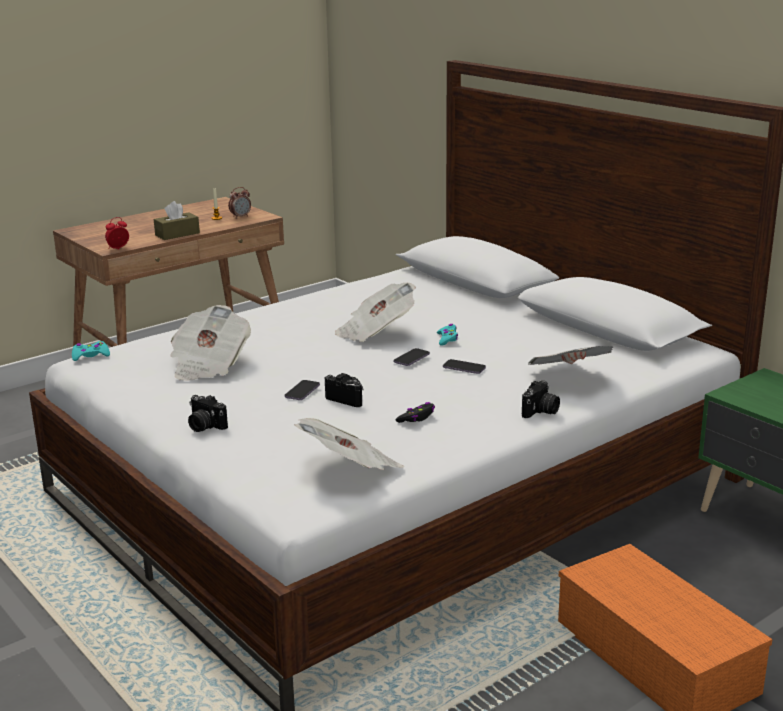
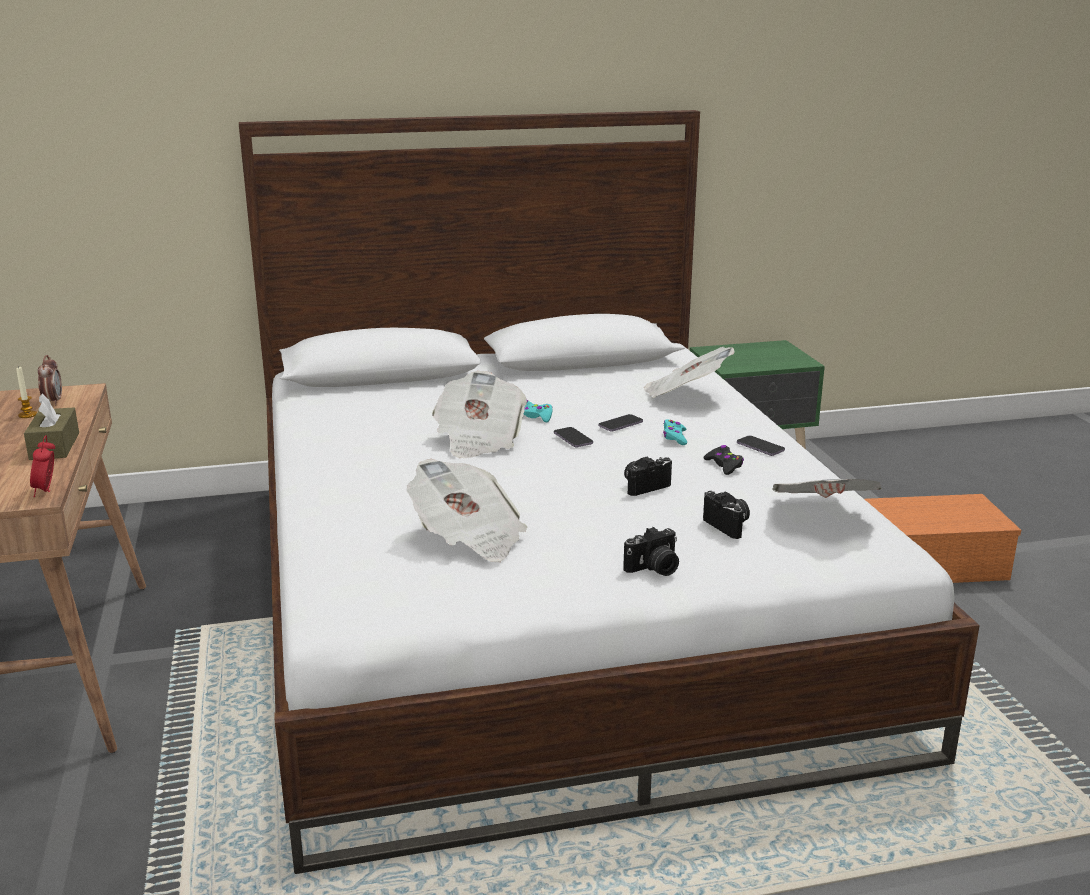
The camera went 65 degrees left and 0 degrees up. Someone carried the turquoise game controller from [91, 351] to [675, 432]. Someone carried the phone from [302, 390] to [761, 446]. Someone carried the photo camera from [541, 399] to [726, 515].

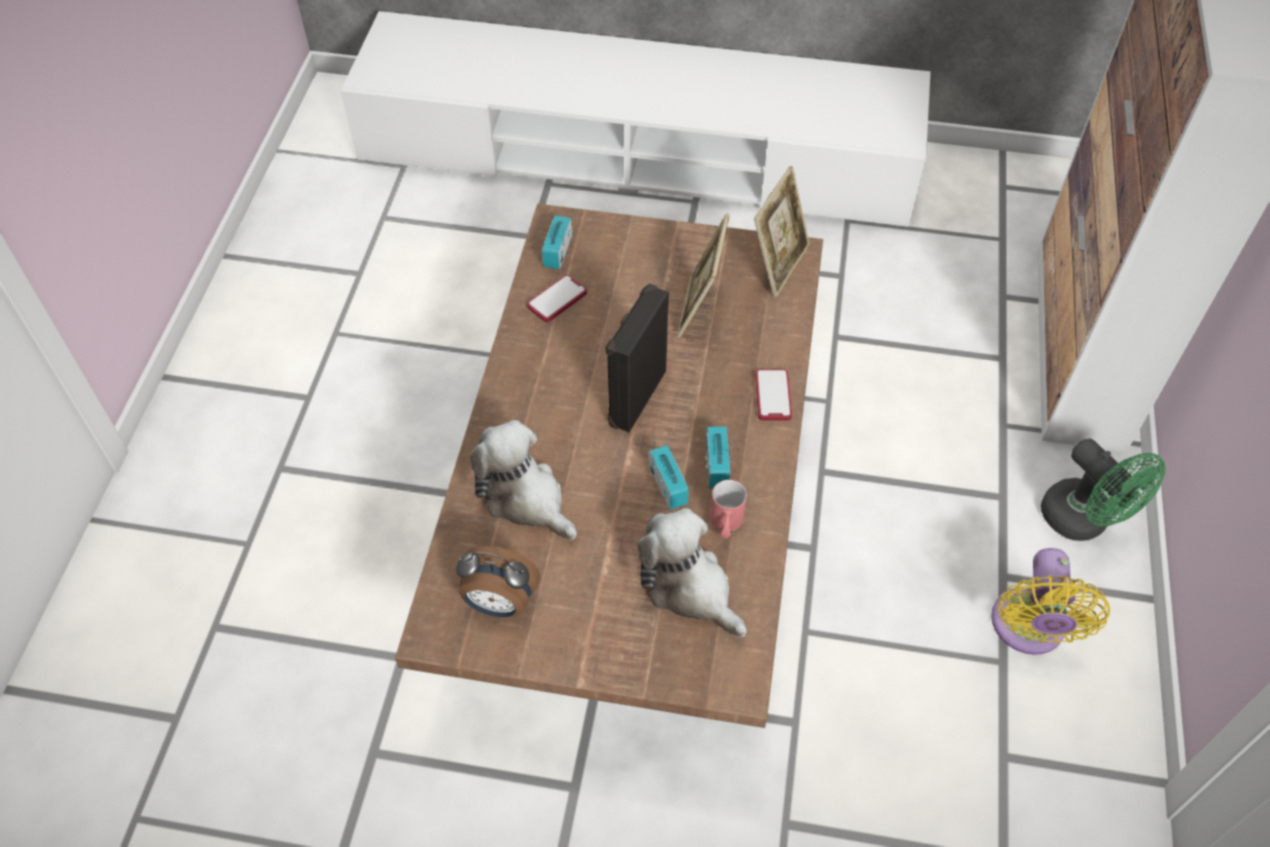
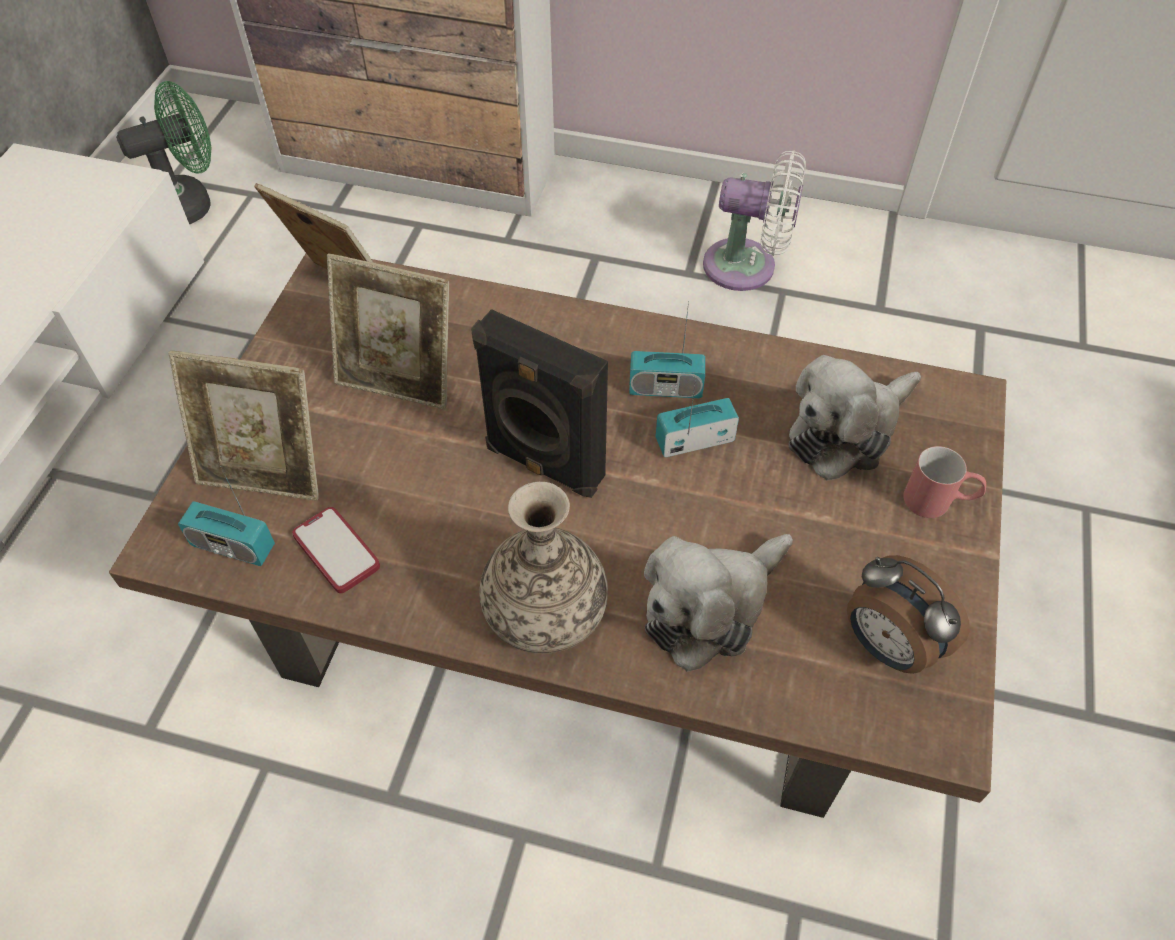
The camera went 85 degrees left and 0 degrees up. Someone rotated the alarm clock at [498, 581] by 120 degrees clockwise. Someone carried the red mug from [728, 509] to [944, 482]. Someone took away the phone at [773, 395]. Someone repainted the yellow fan at [1050, 601], which became the white fan at [754, 220]. Someone carried the green fan from [1103, 490] to [163, 152]. Someone put down the picture frame at [243, 426]. Someone put down the vase at [543, 568].

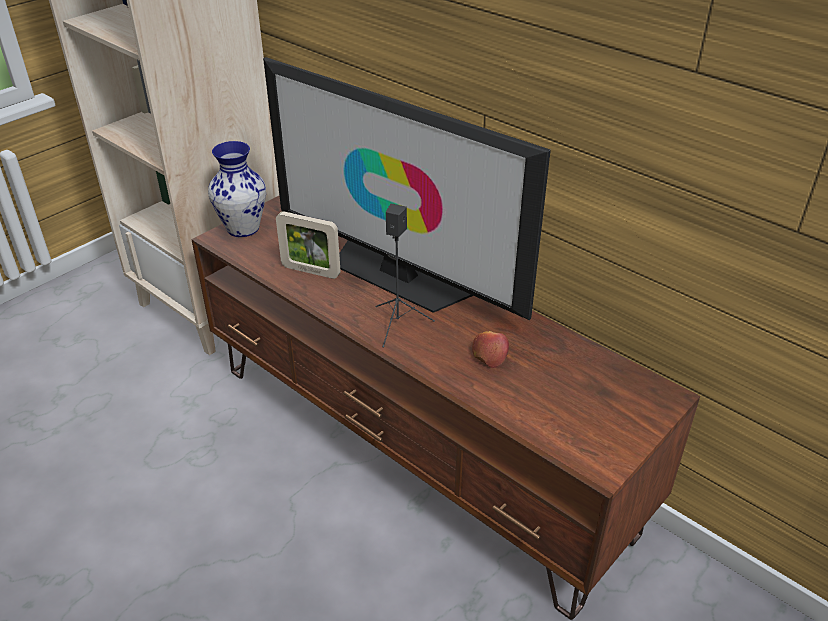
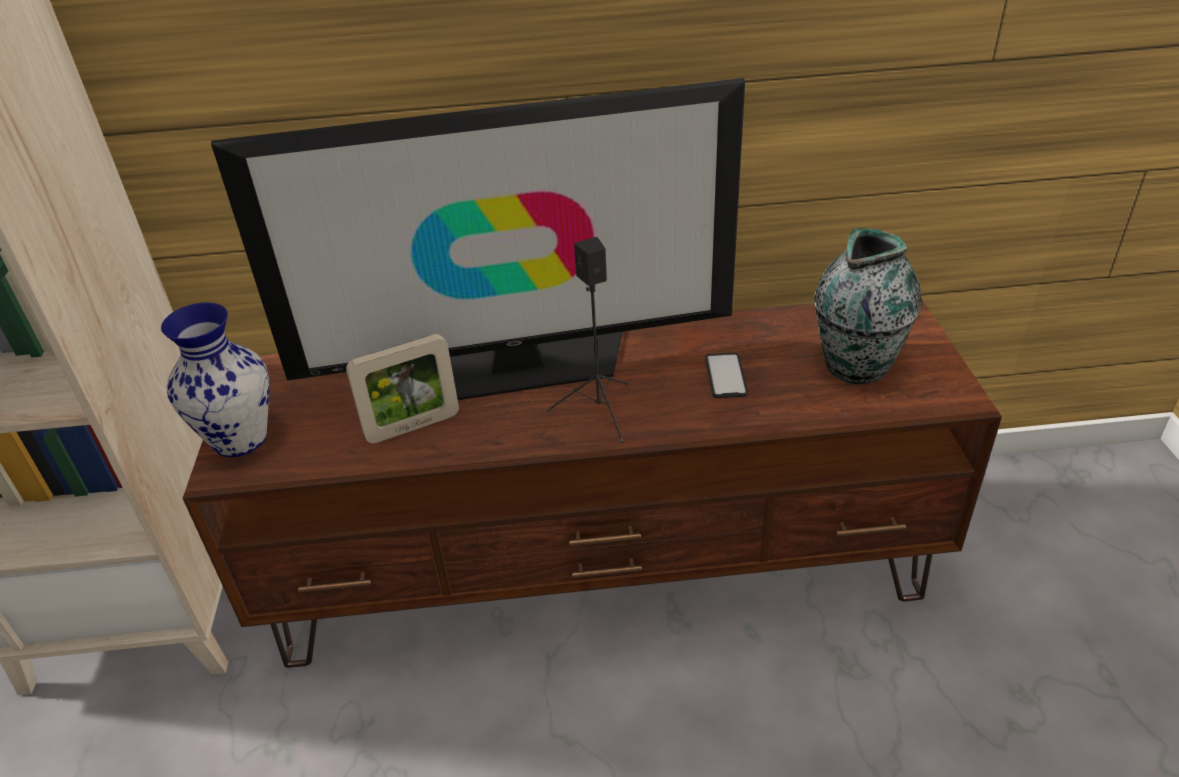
The camera went 45 degrees left and 0 degrees up. Someone swapped the apple at [490, 349] for the phone at [726, 375]. Someone put down the vase at [867, 306].

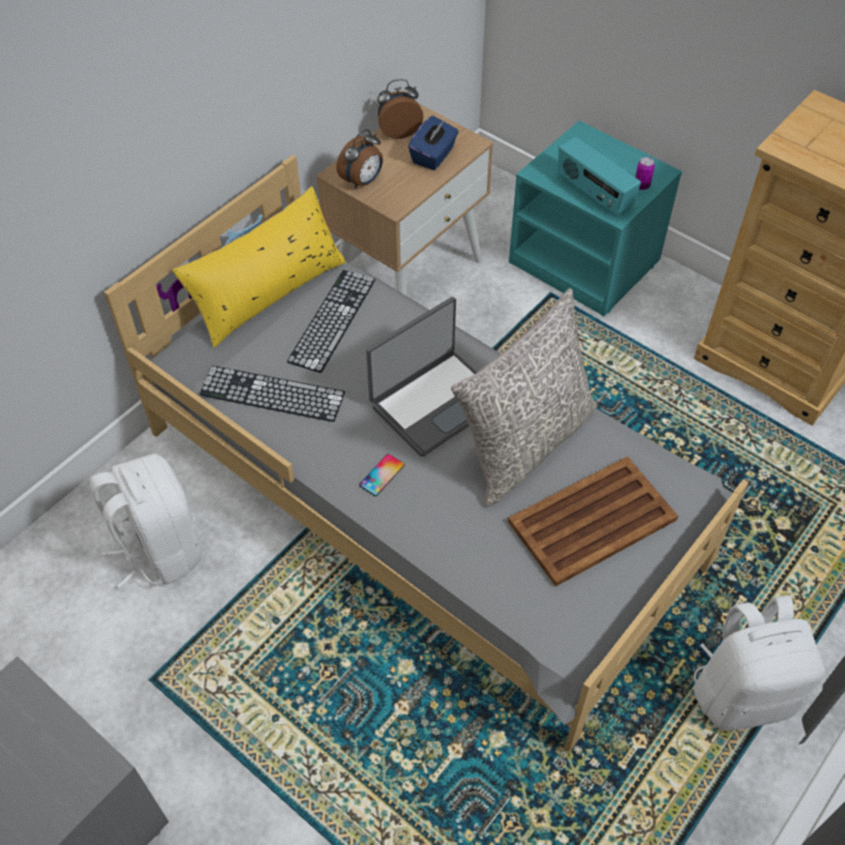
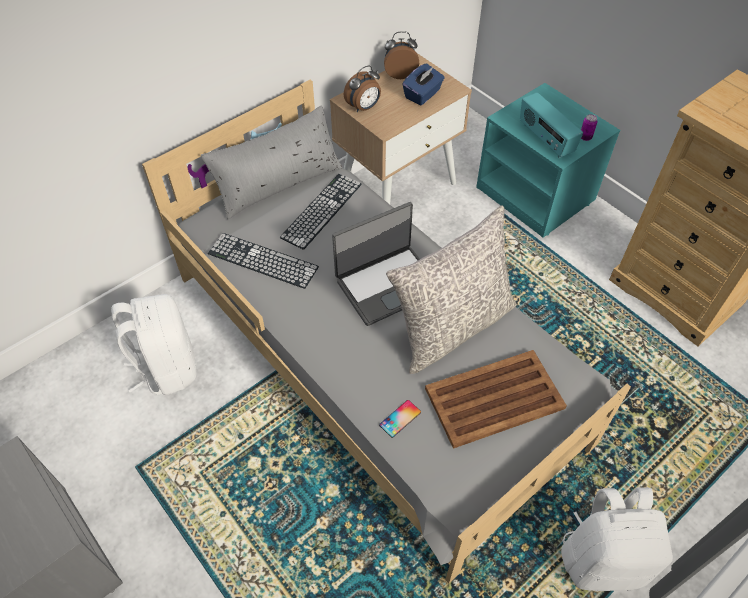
The camera went 10 degrees right and 0 degrees up. Someone repainted the yellow pillow at [259, 267], which became the grey pillow at [271, 162]. Someone carried the phone from [382, 475] to [400, 419].

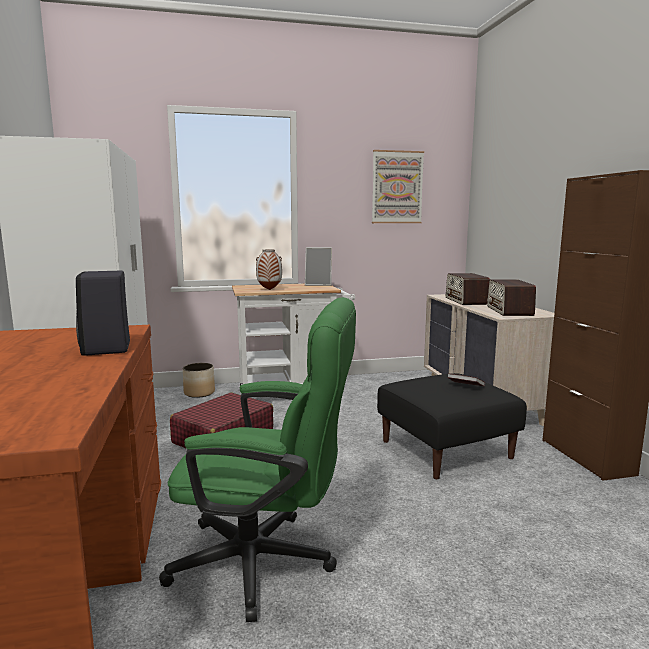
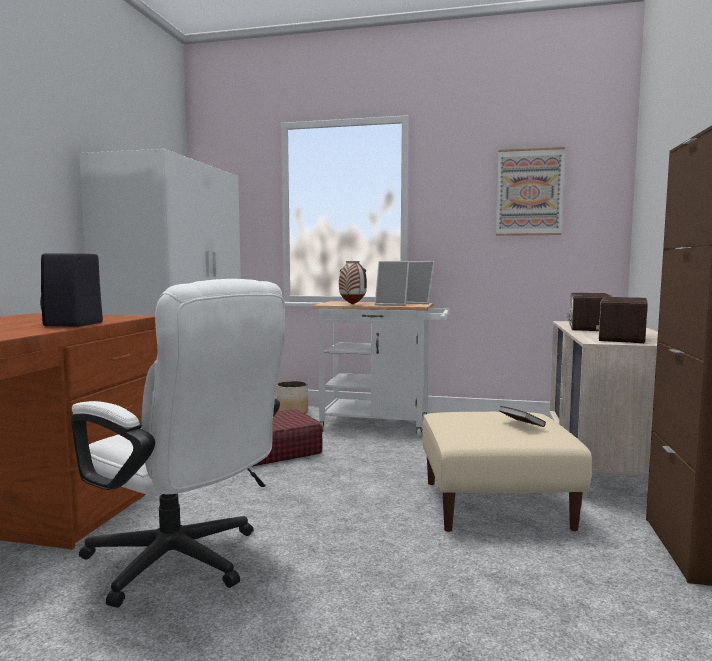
The camera went 25 degrees right and 5 degrees down. Someone repainted the green office chair at [257, 459], which became the white office chair at [178, 443]. Someone repainted the black ottoman at [452, 426], which became the beige ottoman at [507, 472]. Someone put down the picture frame at [392, 283].

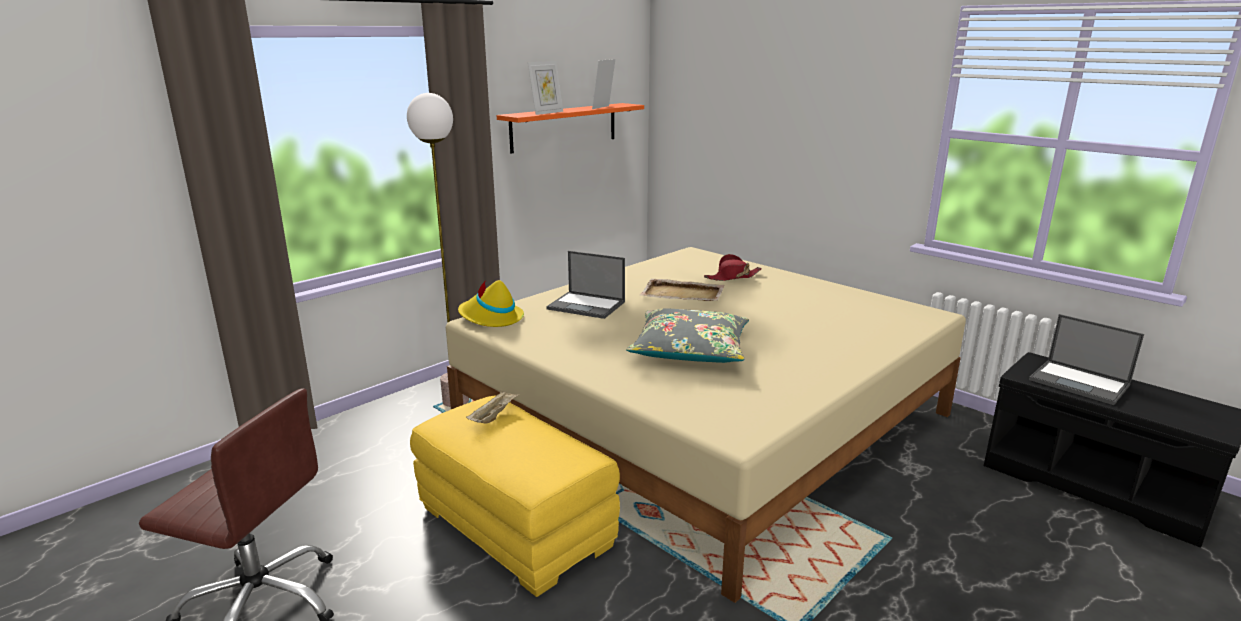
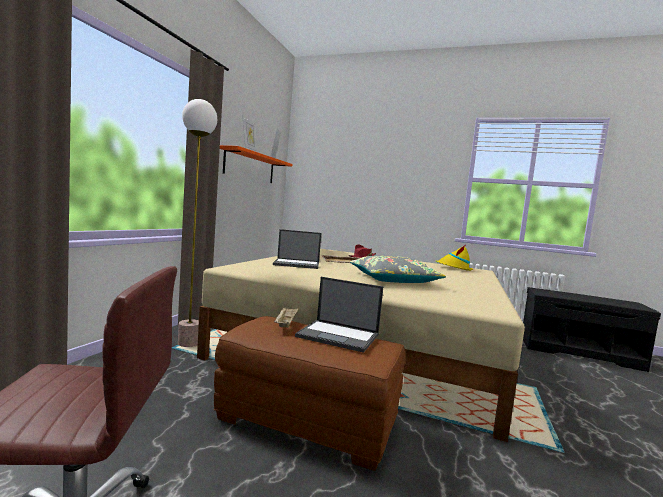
The camera went 25 degrees left and 15 degrees down. Someone repainted the yellow ottoman at [515, 496], which became the brown ottoman at [309, 393]. Someone carried the yellow hat from [491, 303] to [454, 258]. Someone carried the laptop from [1086, 359] to [339, 315].

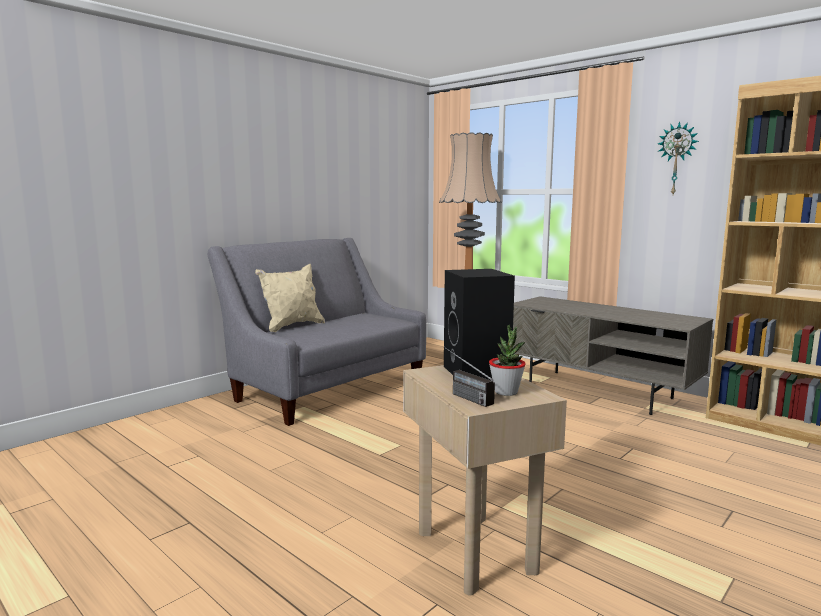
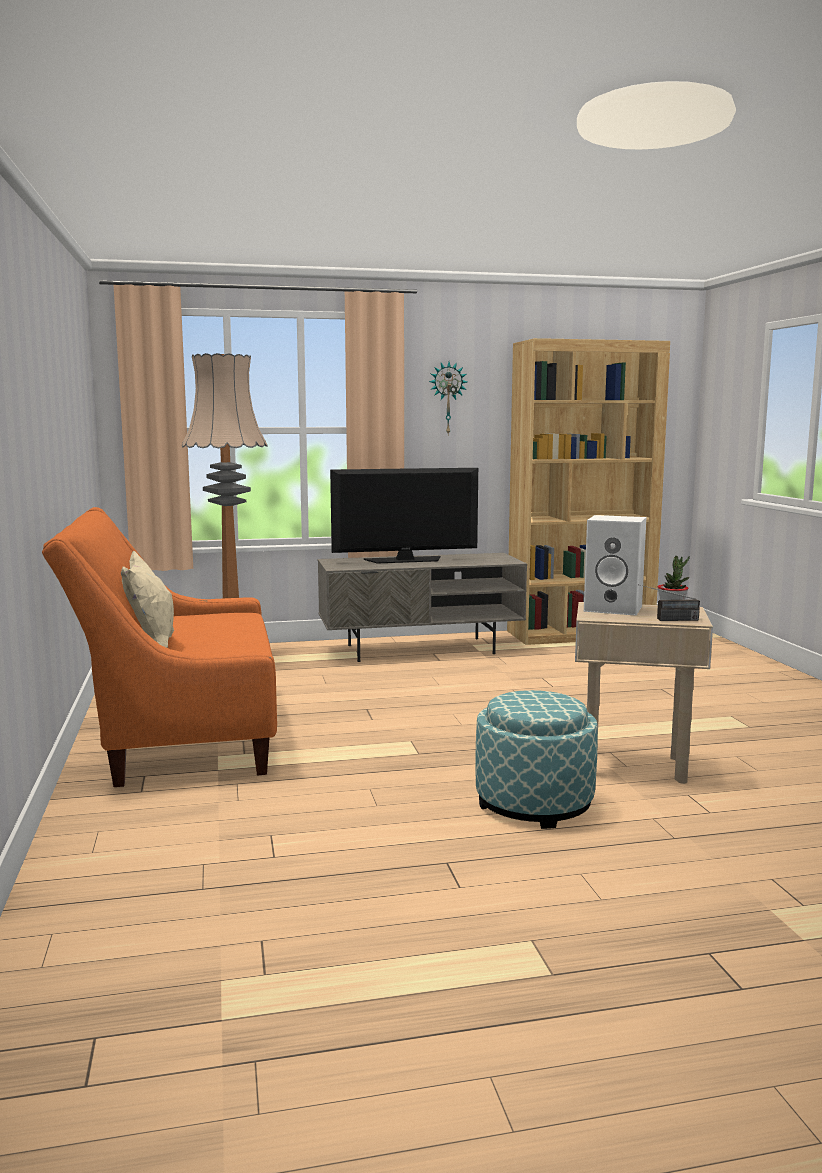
The camera went 55 degrees left and 0 degrees up. Someone repainted the grey sofa at [317, 332], which became the orange sofa at [159, 647]. Someone repainted the black speaker at [479, 324], which became the white speaker at [615, 565]. Someone put down the television at [404, 515]. Someone put down the ottoman at [537, 759].

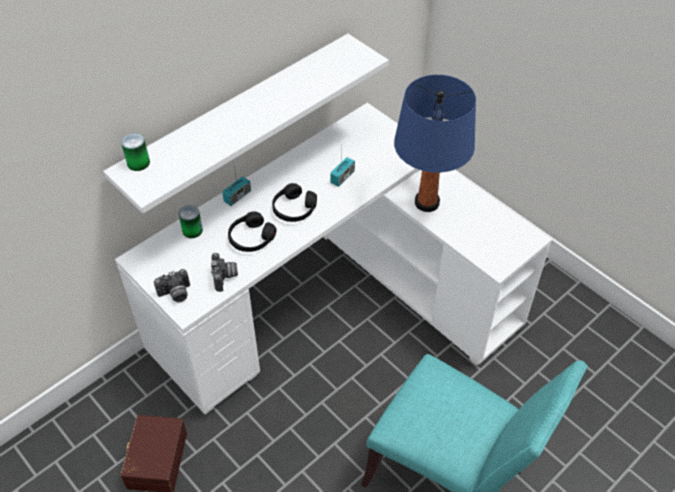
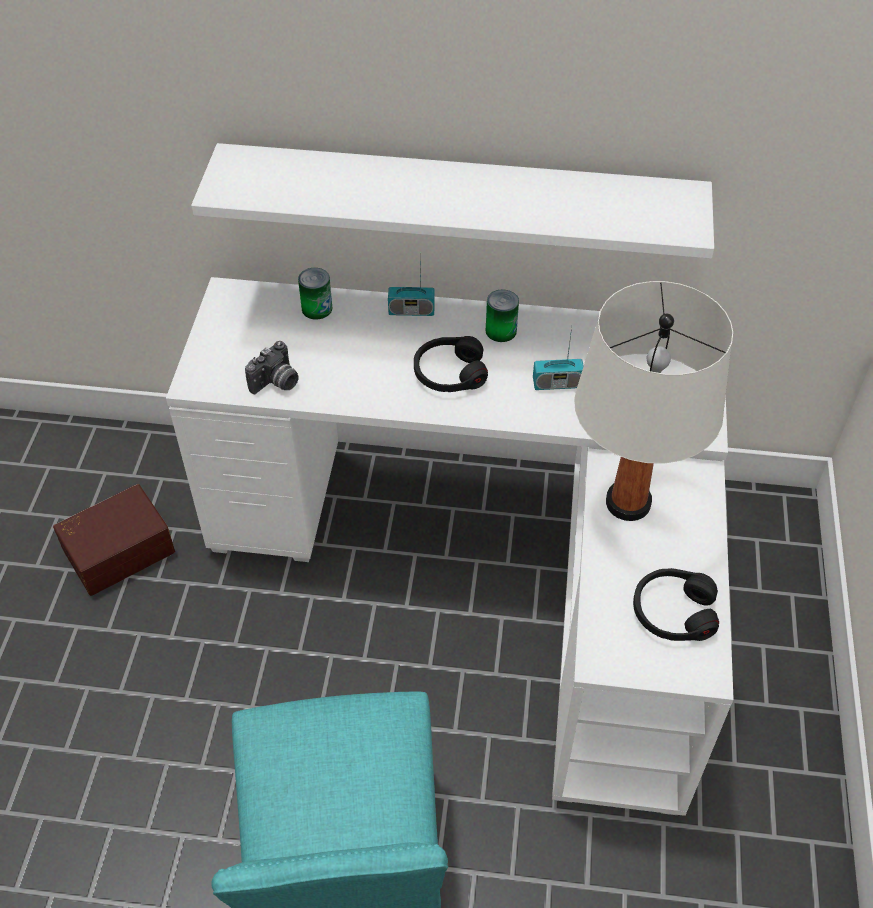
The camera went 50 degrees right and 0 degrees up. Someone carried the can from [135, 152] to [502, 315]. Someone took away the photo camera at [172, 285]. Someone carried the black headphones from [252, 231] to [676, 604]. Someone repainted the blue table lamp at [435, 143], which became the white table lamp at [653, 401].

